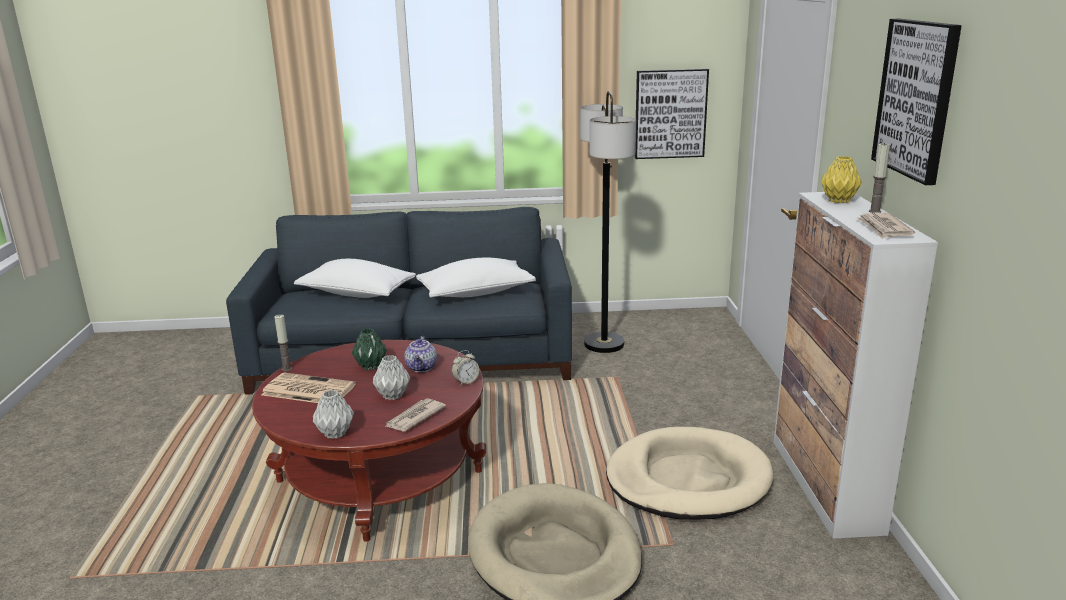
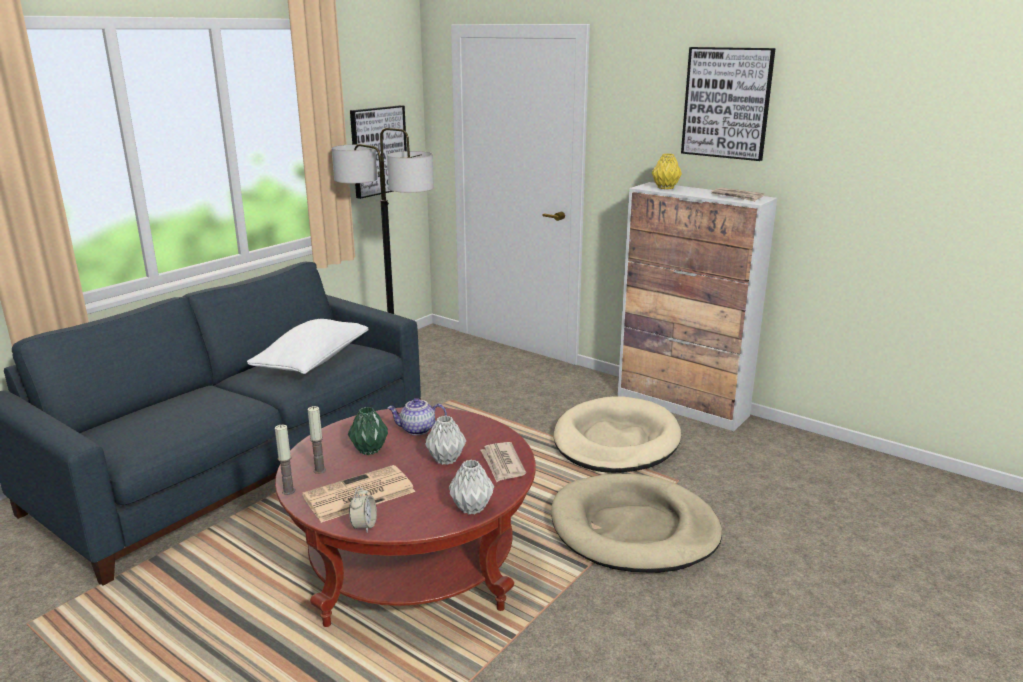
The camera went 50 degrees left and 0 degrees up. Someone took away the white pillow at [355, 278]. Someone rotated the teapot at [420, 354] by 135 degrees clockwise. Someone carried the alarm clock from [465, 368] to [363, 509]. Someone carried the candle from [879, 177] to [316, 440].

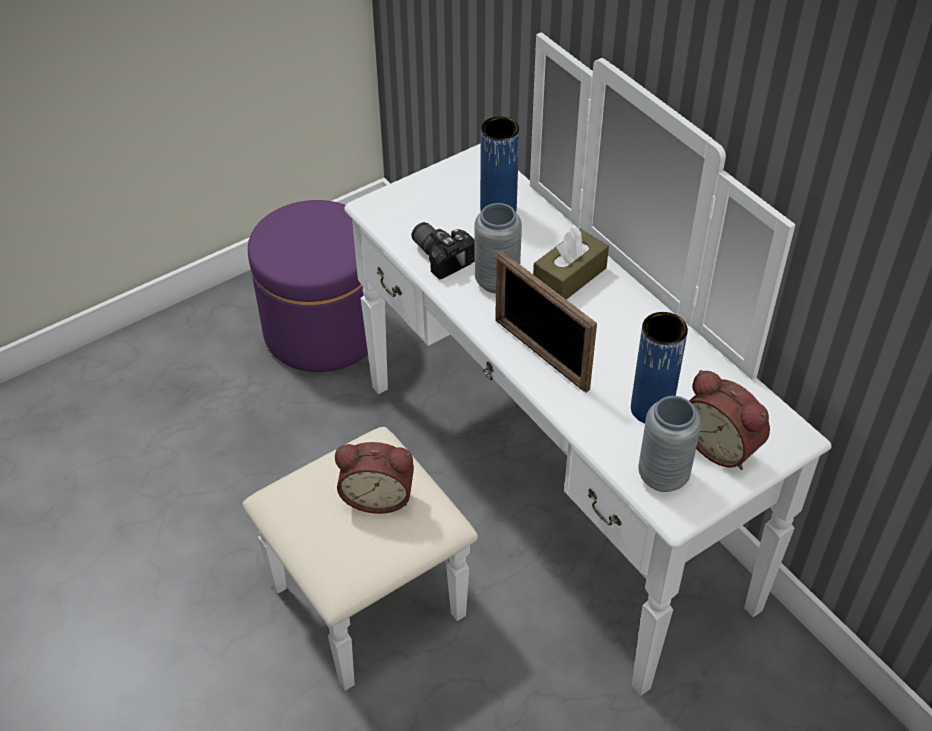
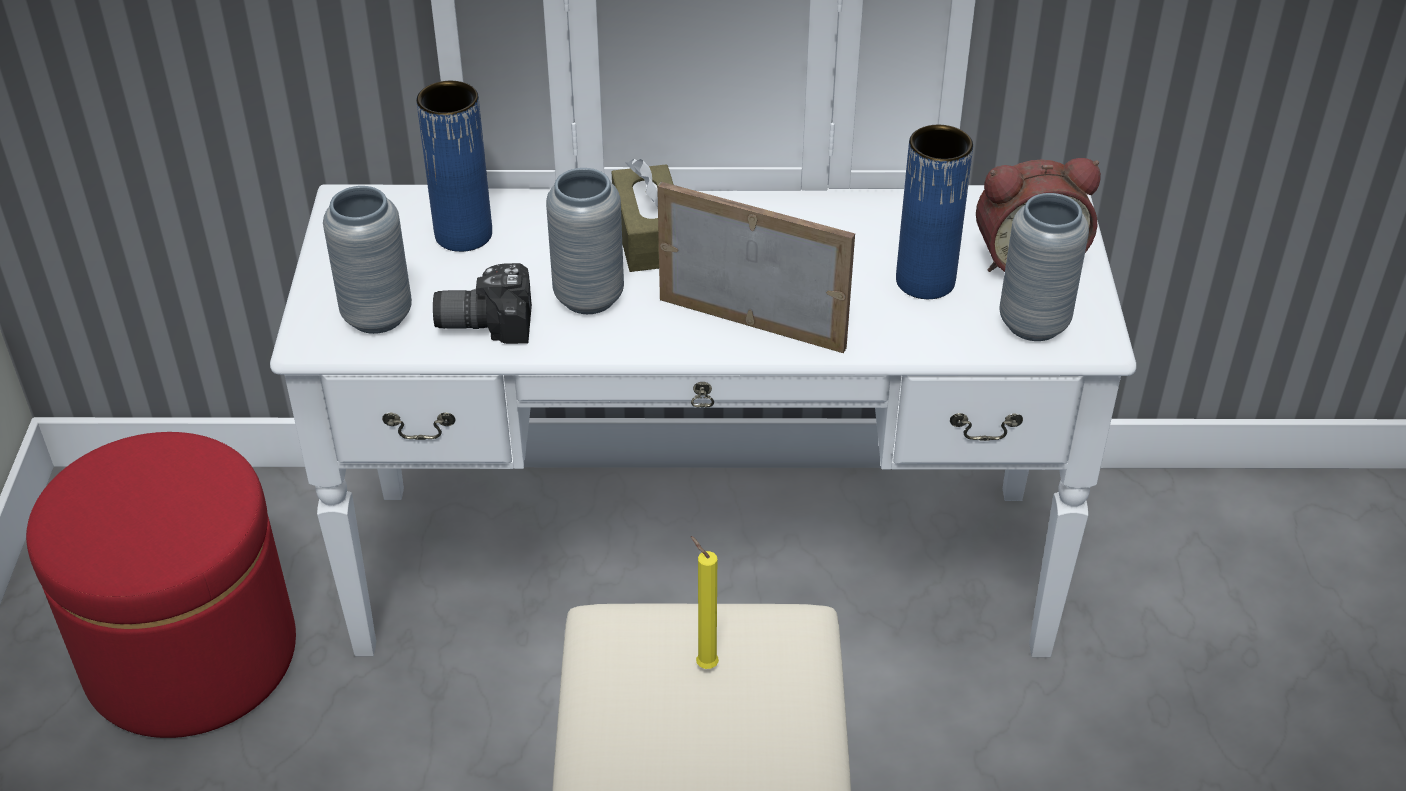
The camera went 55 degrees left and 5 degrees down. Someone repainted the purple ottoman at [308, 286], which became the red ottoman at [161, 585]. Someone swapped the alarm clock at [374, 478] for the yellow candle at [705, 602]. Someone rotated the picture frame at [546, 321] by 150 degrees counterclockwise. Someone put down the grey vase at [367, 260].

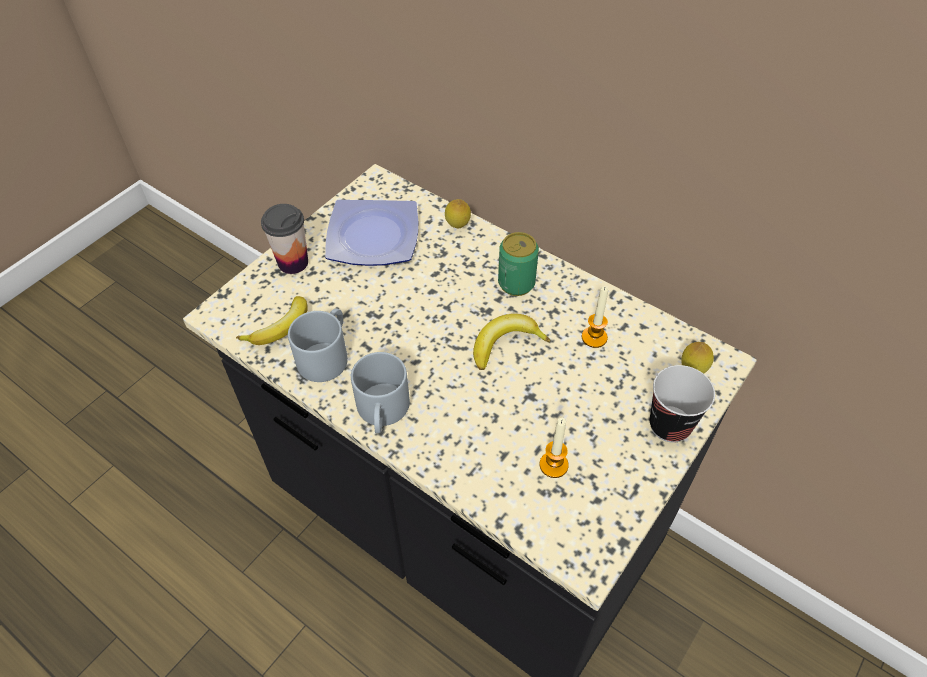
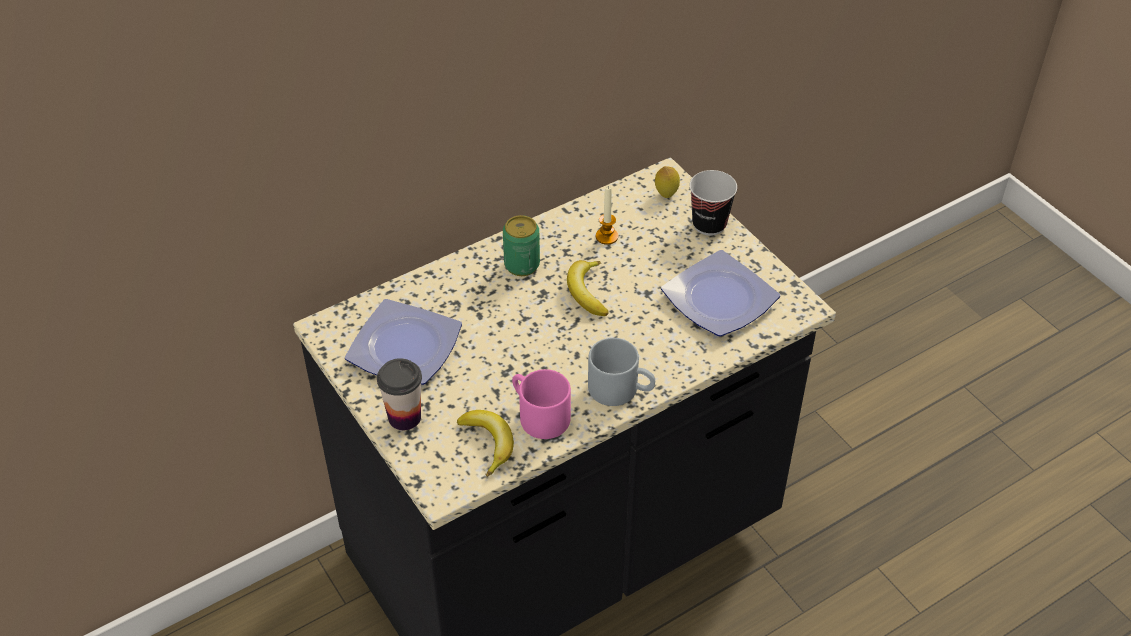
The camera went 70 degrees left and 5 degrees down. Someone repainted the grey mug at [318, 345], which became the pink mug at [541, 404]. Someone took away the lemon at [458, 213]. Someone swapped the candle at [554, 448] for the plate at [720, 293].

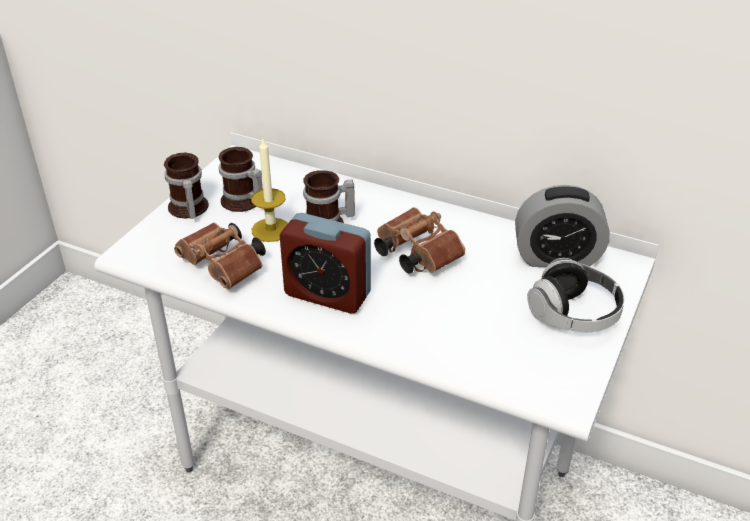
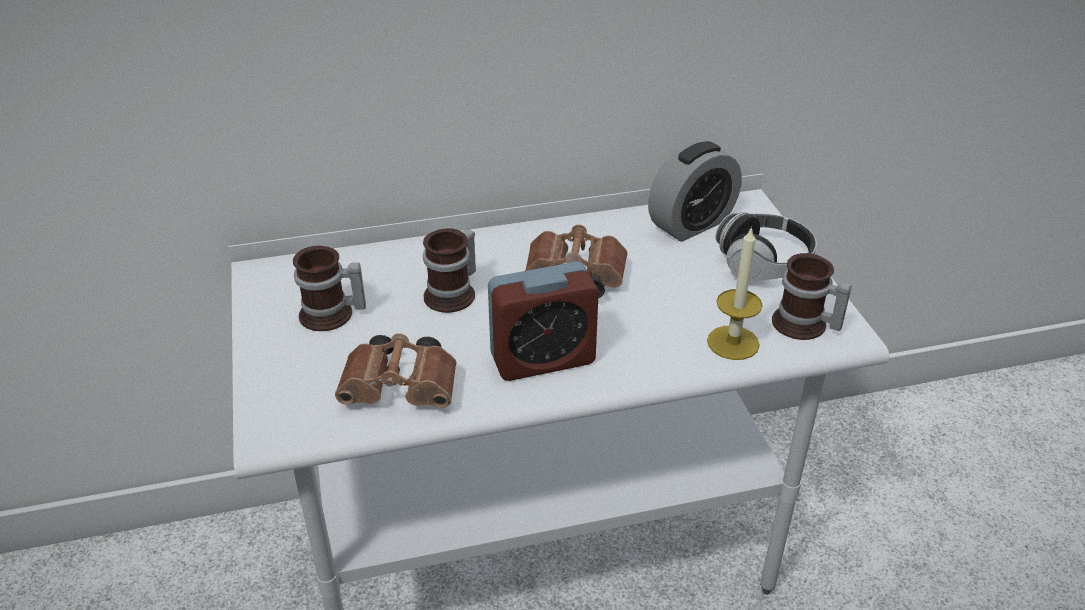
The camera went 40 degrees left and 0 degrees up. Someone carried the mug from [186, 186] to [812, 296]. Someone carried the candle from [269, 189] to [735, 293].

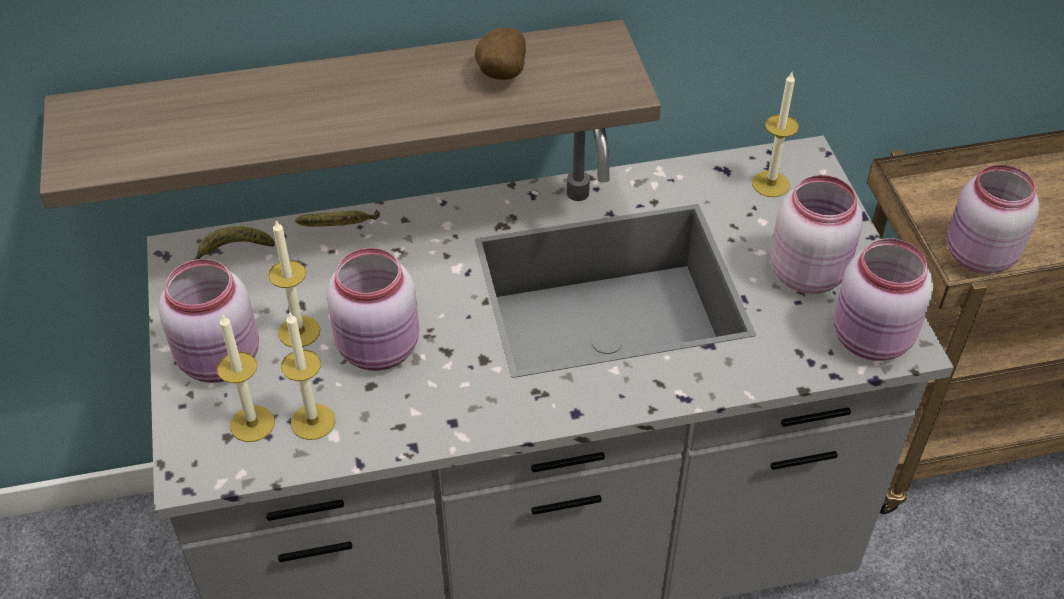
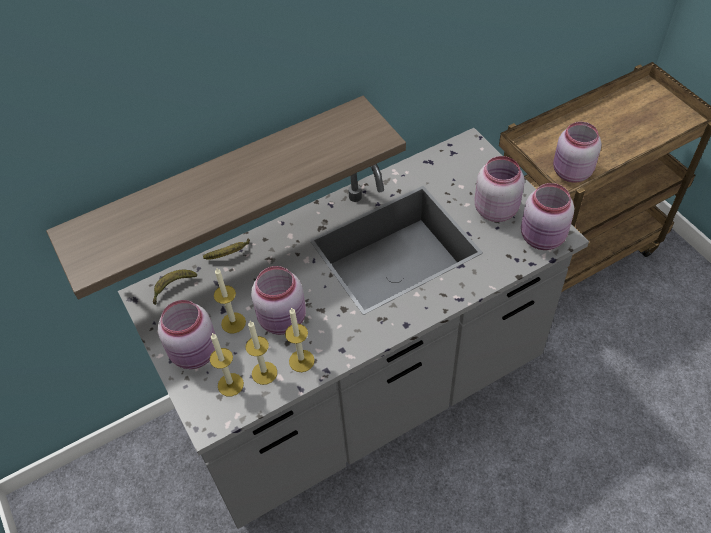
The camera went 15 degrees left and 5 degrees up. Someone took away the potato at [500, 53]. Someone carried the candle from [775, 134] to [300, 339].

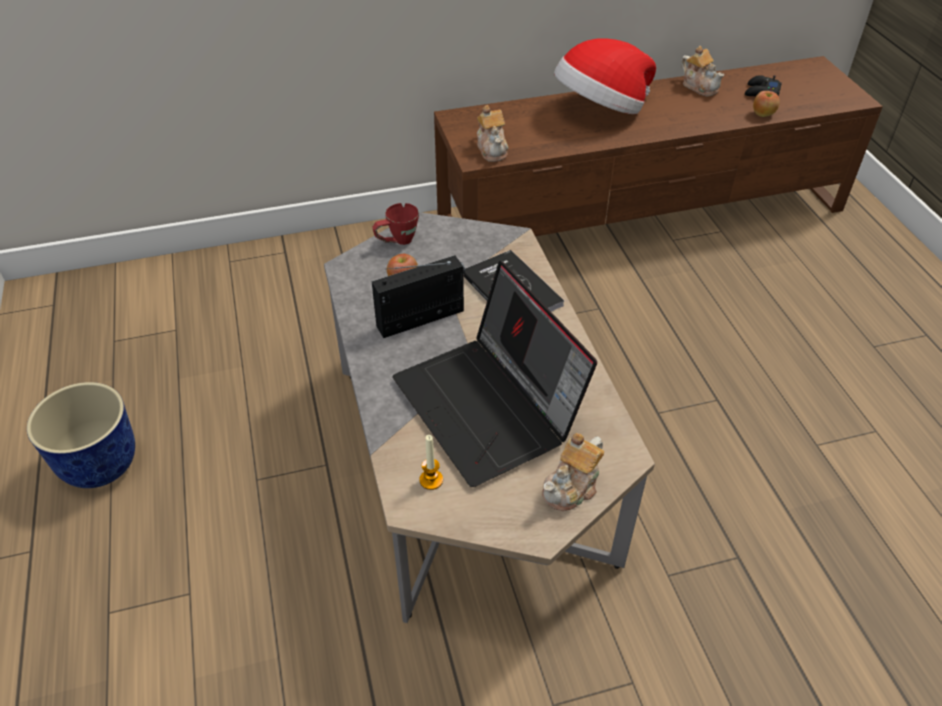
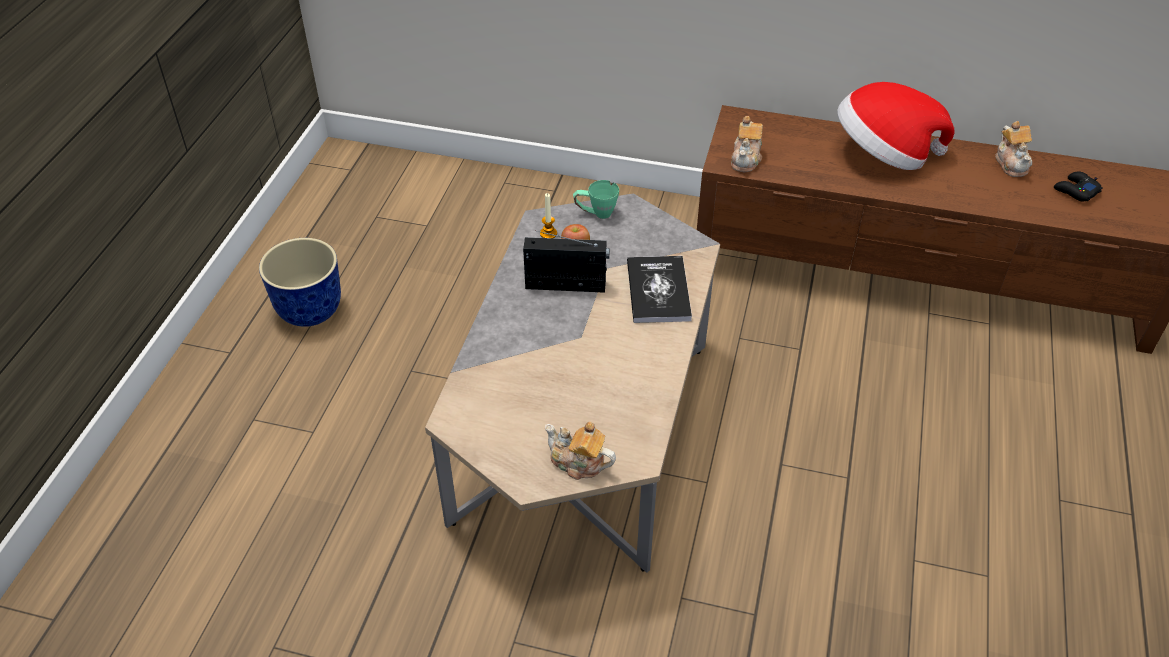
The camera went 30 degrees right and 0 degrees up. Someone repainted the red mug at [395, 224], which became the green mug at [596, 199]. Someone took away the laptop at [494, 374]. Someone carried the candle from [431, 462] to [548, 215]. Someone rotated the teapot at [573, 472] by 45 degrees clockwise. Someone took away the apple at [766, 104].

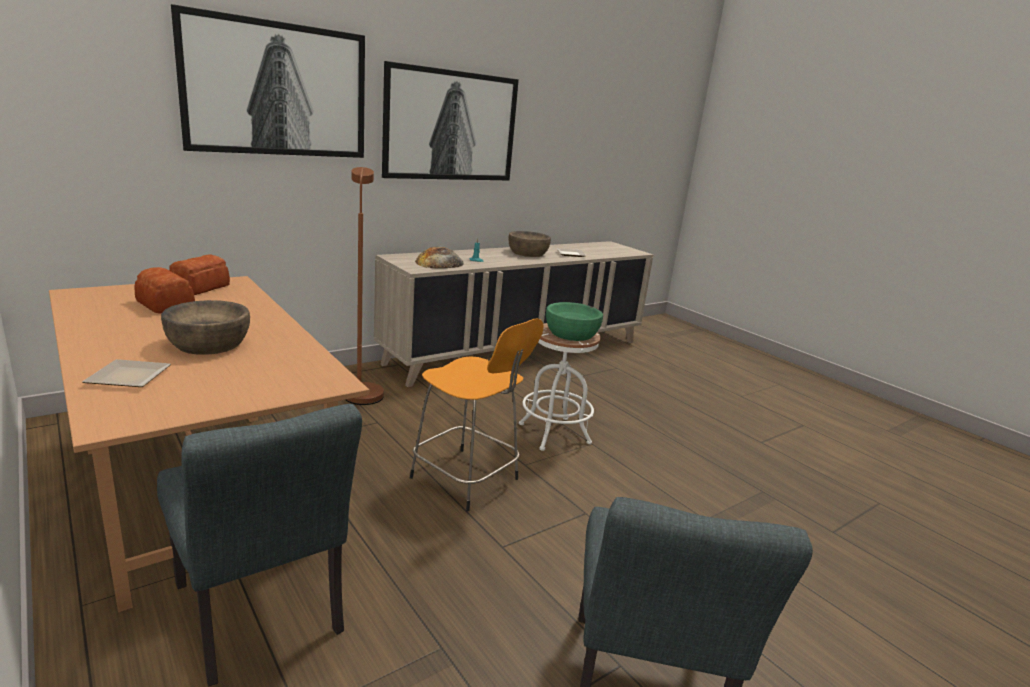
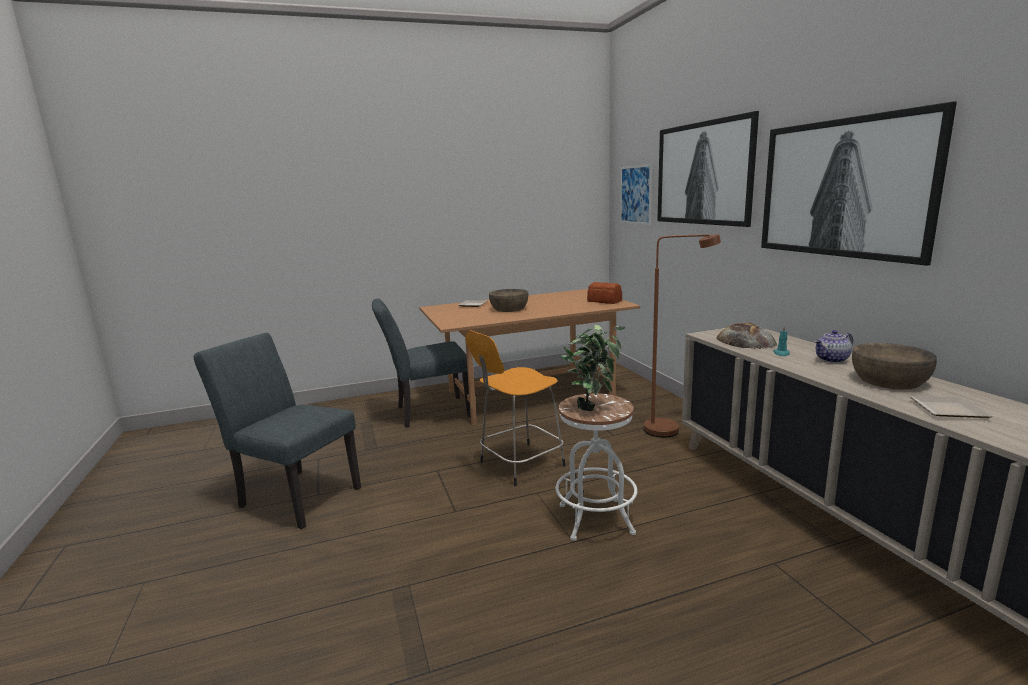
The camera went 110 degrees right and 5 degrees down. Someone took away the bread at [164, 290]. Someone swapped the green bowl at [574, 321] for the potted plant at [592, 368]. Someone put up the picture at [636, 194]. Someone put down the teapot at [833, 346].

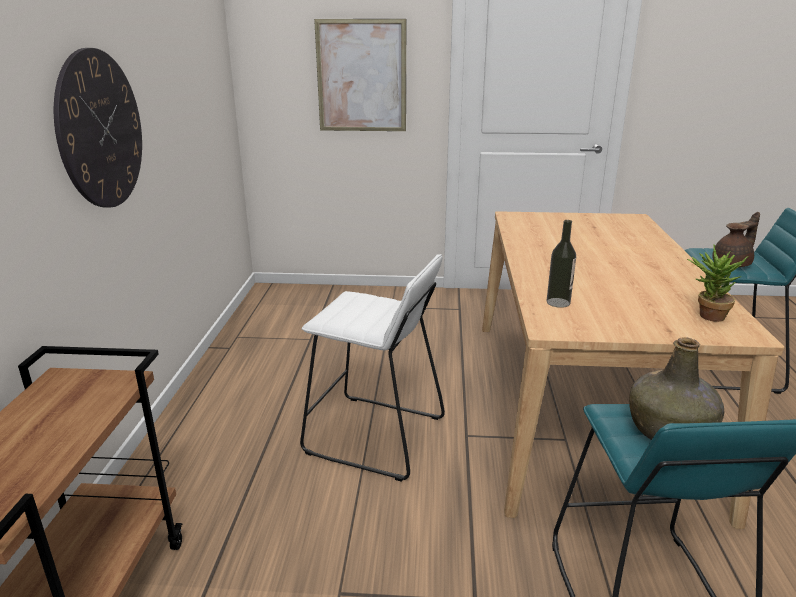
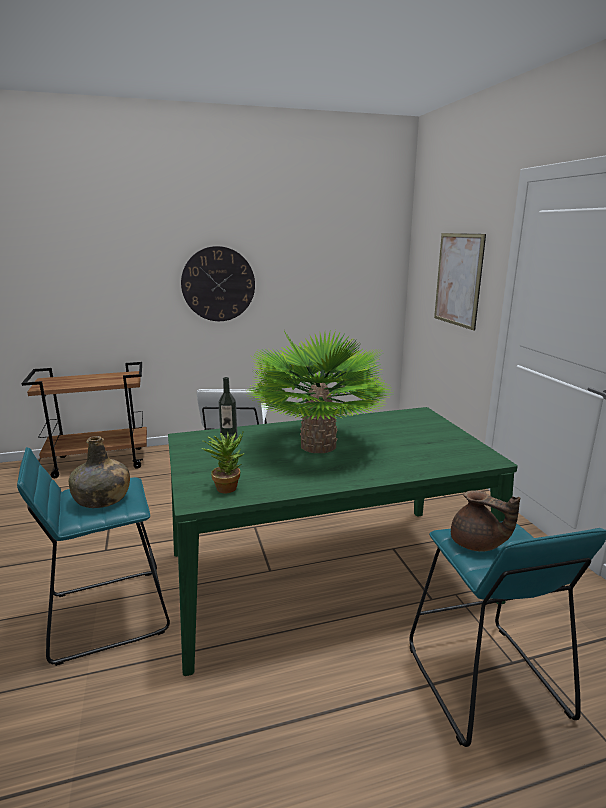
The camera went 70 degrees right and 5 degrees down. Someone repainted the beige dining table at [633, 370], which became the green dining table at [343, 541]. Someone put down the potted plant at [320, 391].

